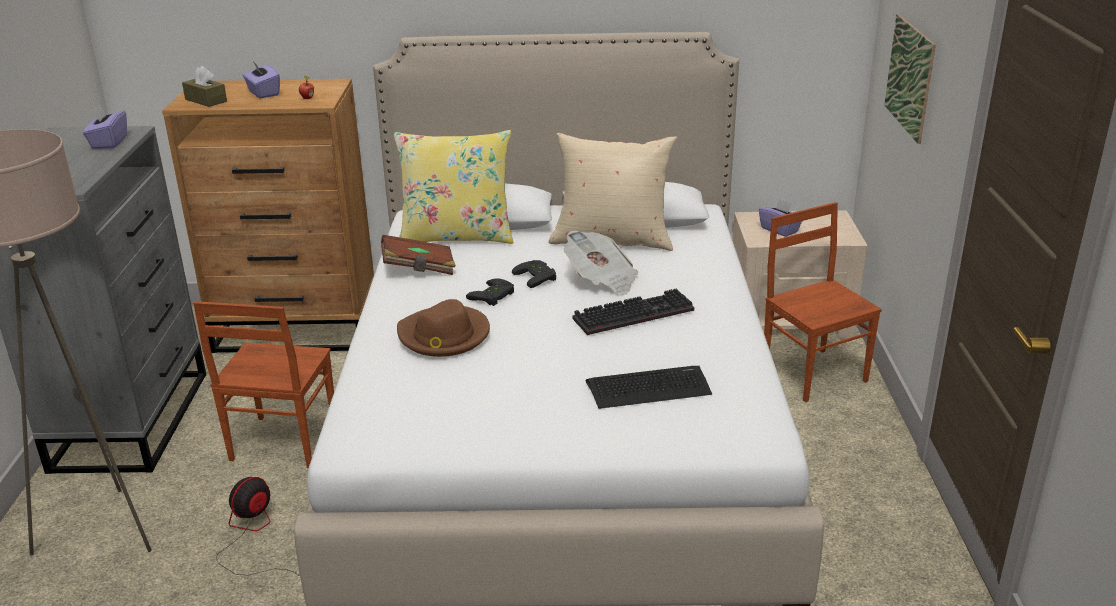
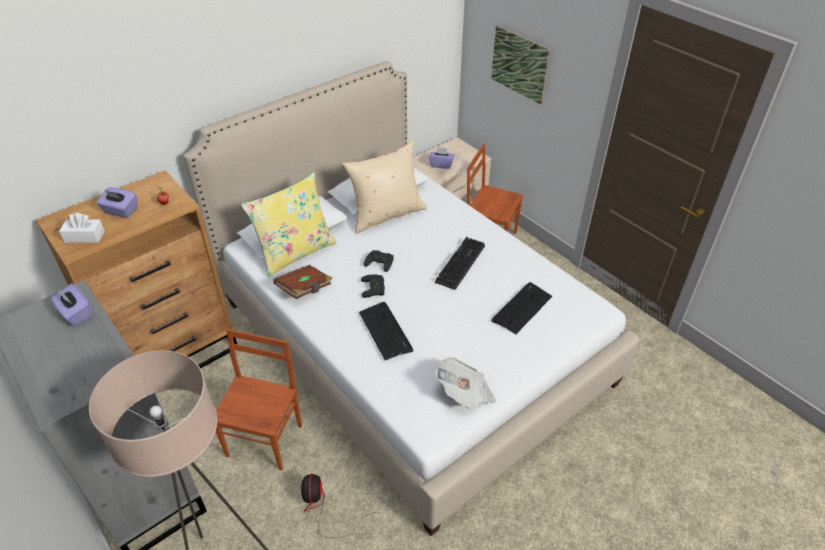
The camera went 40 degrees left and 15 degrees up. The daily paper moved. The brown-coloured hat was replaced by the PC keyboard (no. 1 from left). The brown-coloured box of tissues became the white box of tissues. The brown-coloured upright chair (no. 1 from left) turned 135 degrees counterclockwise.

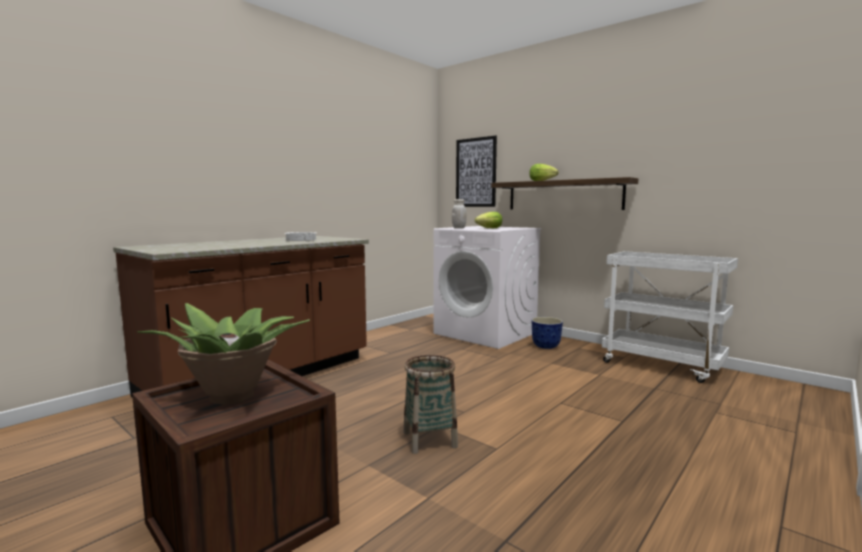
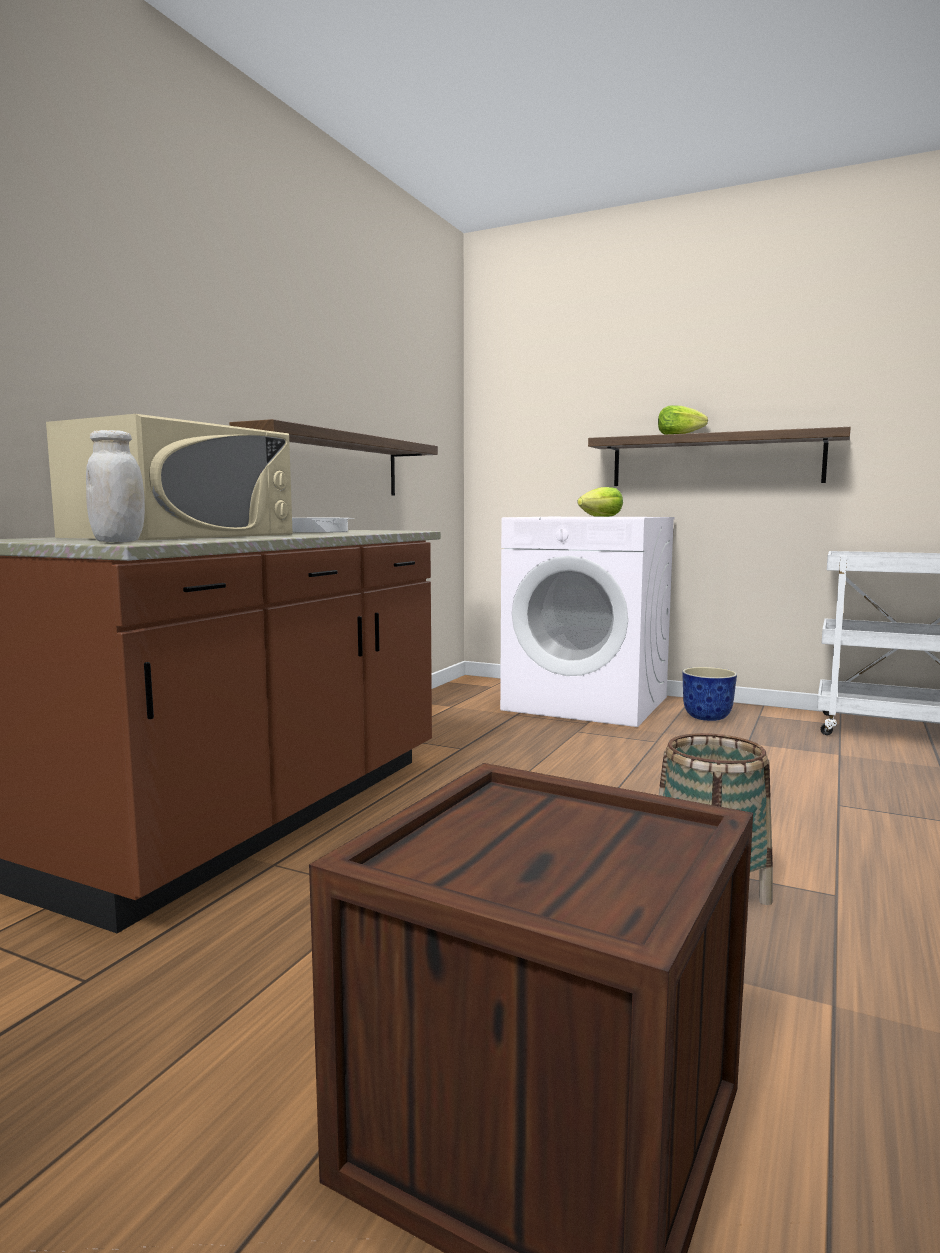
The camera went 15 degrees left and 0 degrees up. The plant in a pot disappeared. The wall art disappeared. The sand-coloured microwave oven appeared. The bracket shelf (no. 1 from left) appeared. The white preserve jar moved.

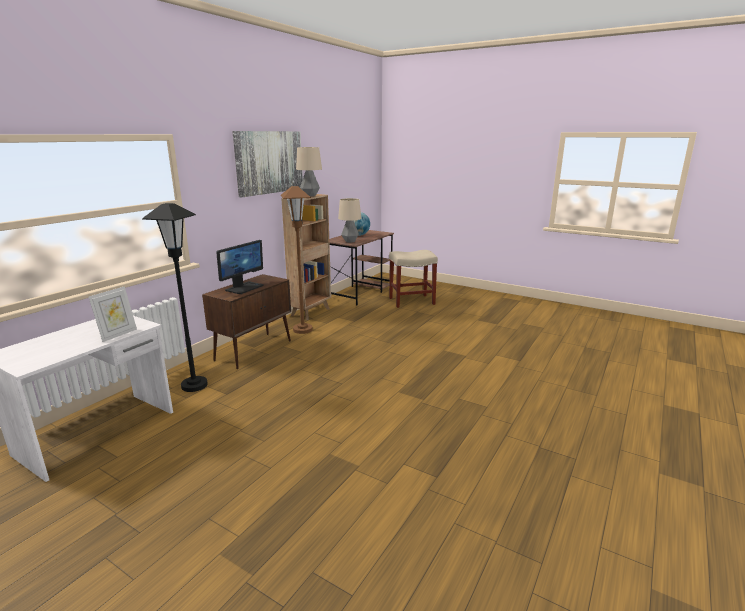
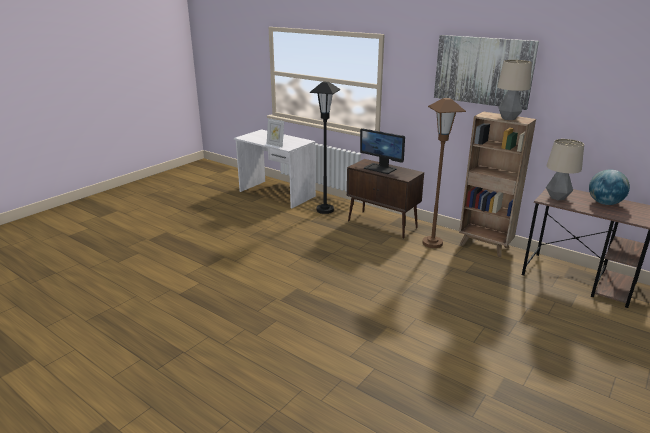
The camera went 95 degrees right and 5 degrees up. The sand-coloured sitting stool disappeared.

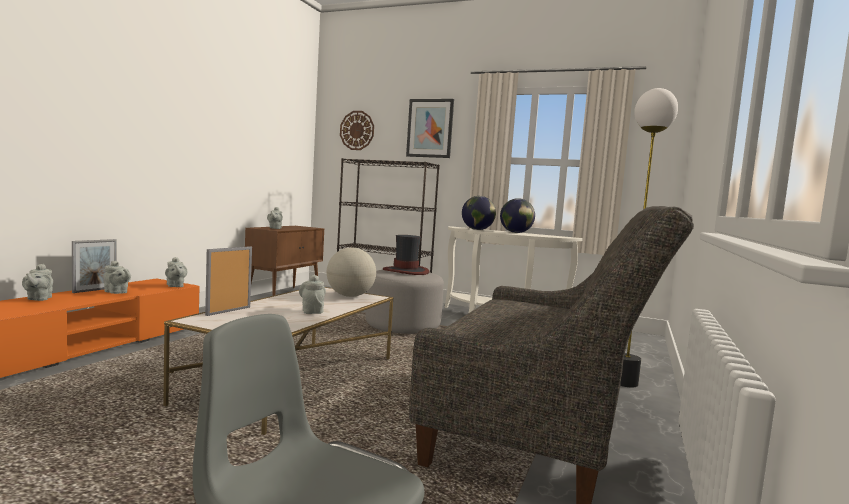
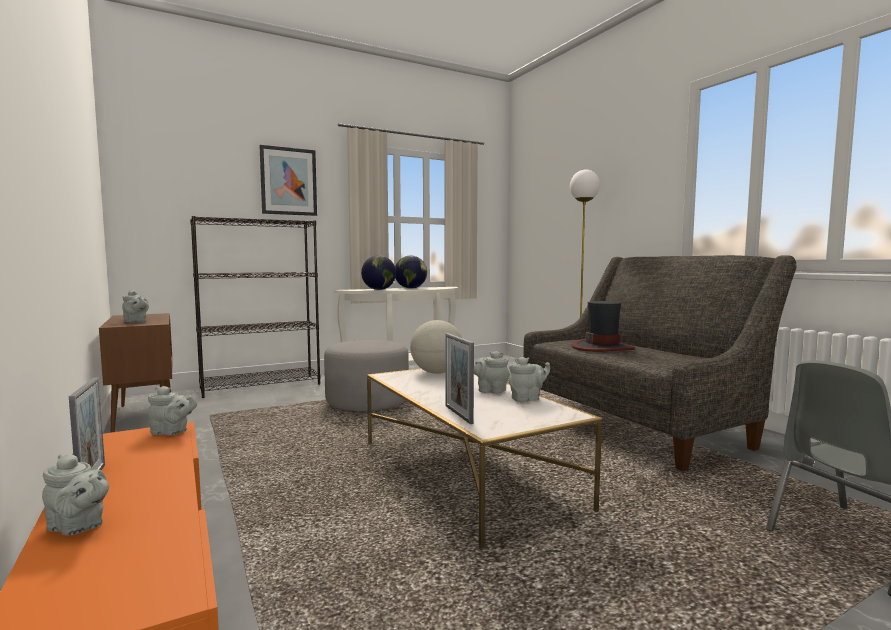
The camera went 50 degrees left and 0 degrees up. The hanging clock disappeared. The greyish tea pot (no. 2 from left in the first image) moved. The hat moved.

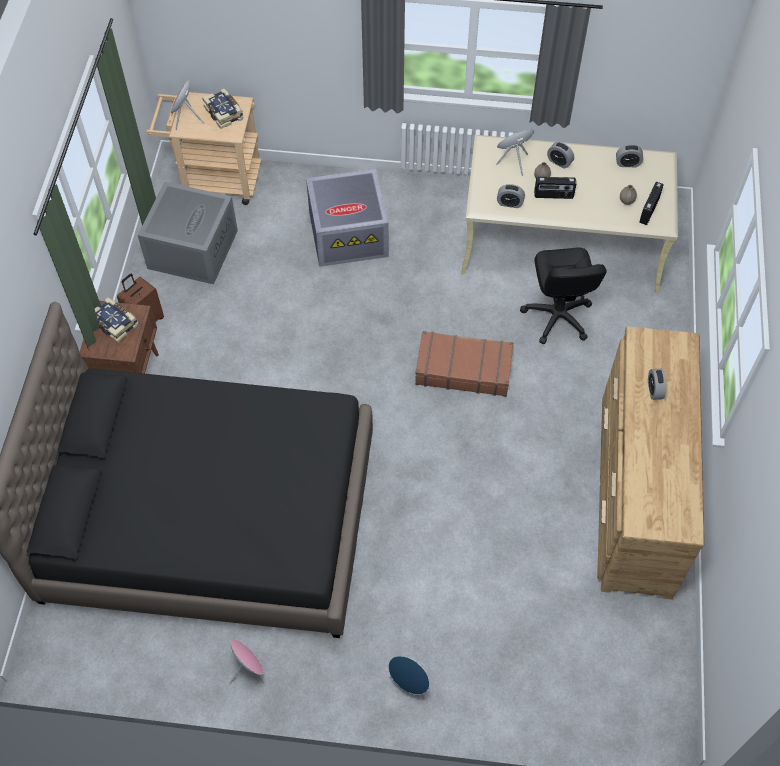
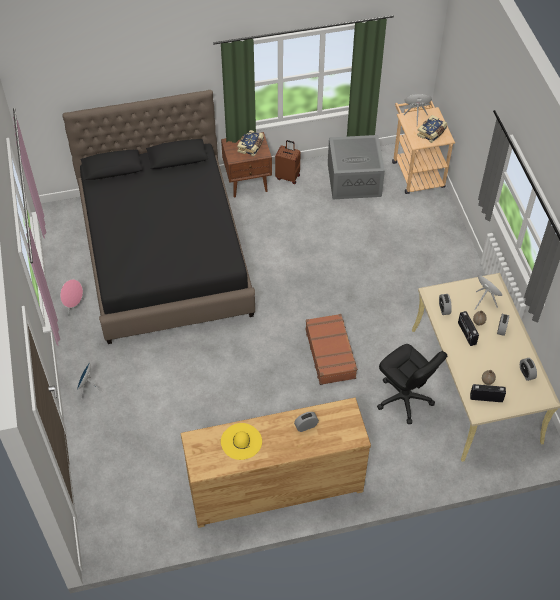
The camera went 70 degrees right and 5 degrees down. The greyish storage box (no. 2 from left) disappeared. The yellow hat appeared. The blackish desk chair turned 105 degrees counterclockwise.

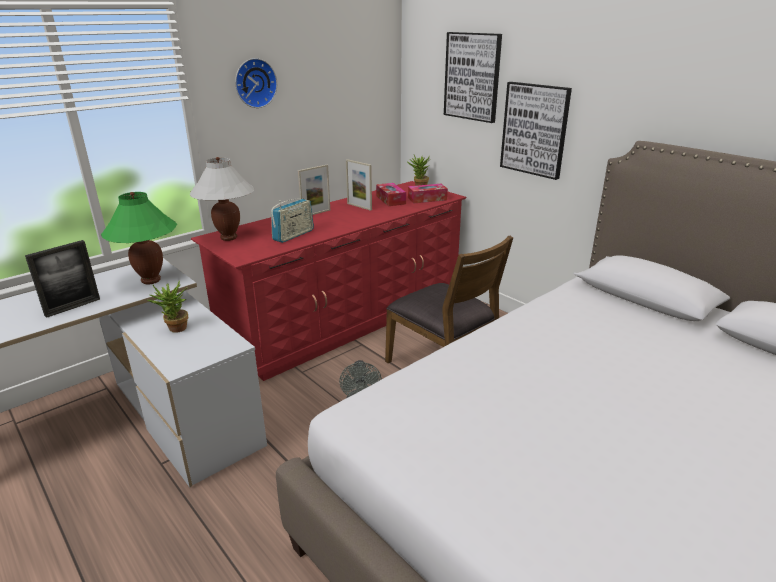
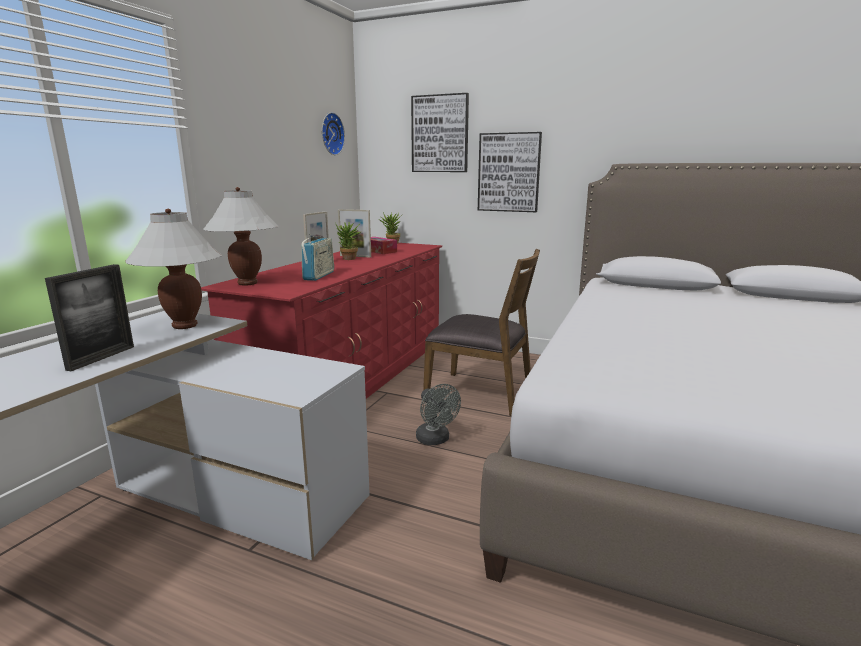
The camera went 25 degrees left and 10 degrees down. The box of tissues (no. 2 from left) disappeared. The plant in a pot (no. 1 from left) moved. The hanging clock moved. The green table lamp became the white table lamp (no. 1 from left).

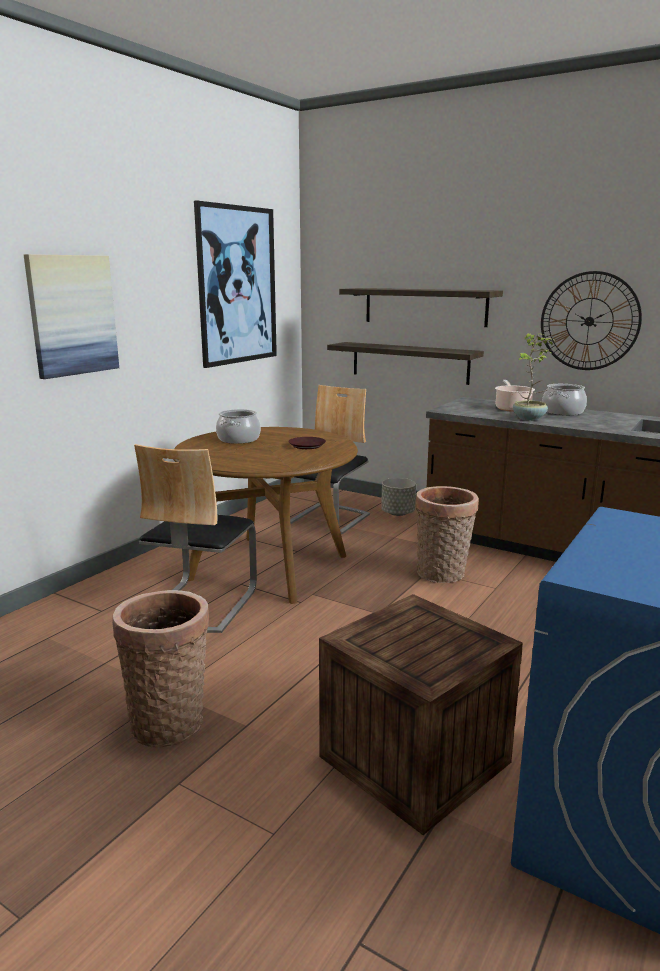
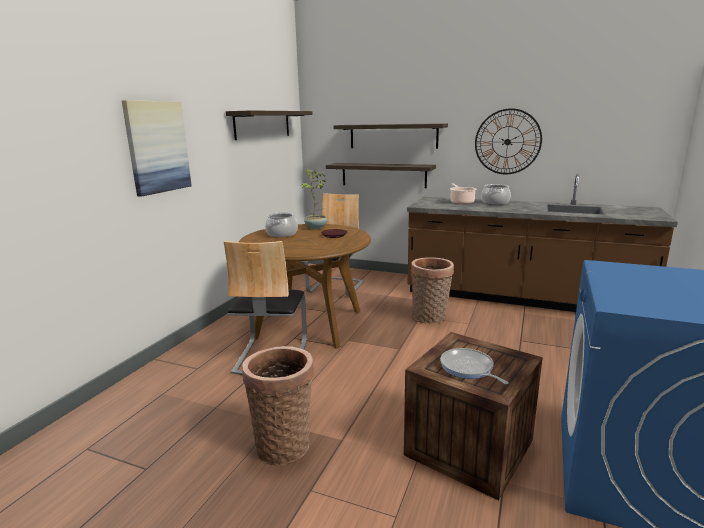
The camera went 10 degrees left and 0 degrees up. The greyish flower pot disappeared. The skillet appeared. The plant in a pot moved. The wall art (no. 2 from left) was replaced by the bracket shelf (no. 1 from left).

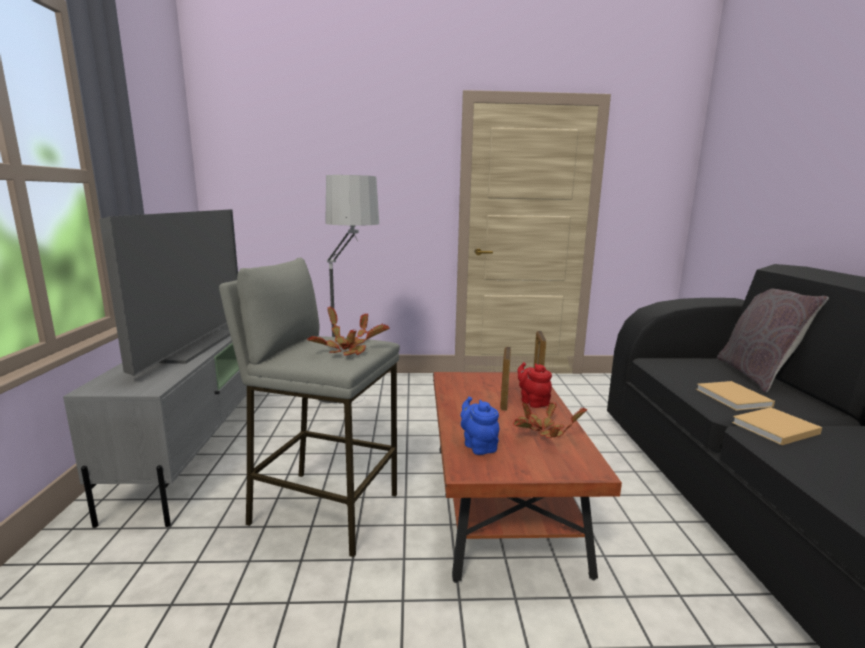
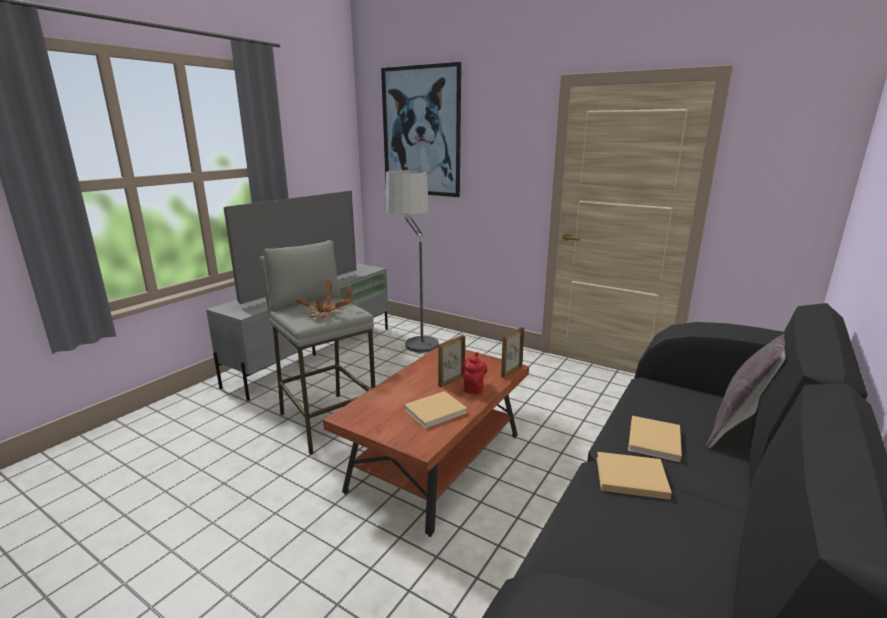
The camera went 35 degrees right and 5 degrees up. The blue-coloured tea pot disappeared. The wall art appeared. The plant in a pot (no. 2 from left) was replaced by the sand-coloured volume (no. 1 from left).

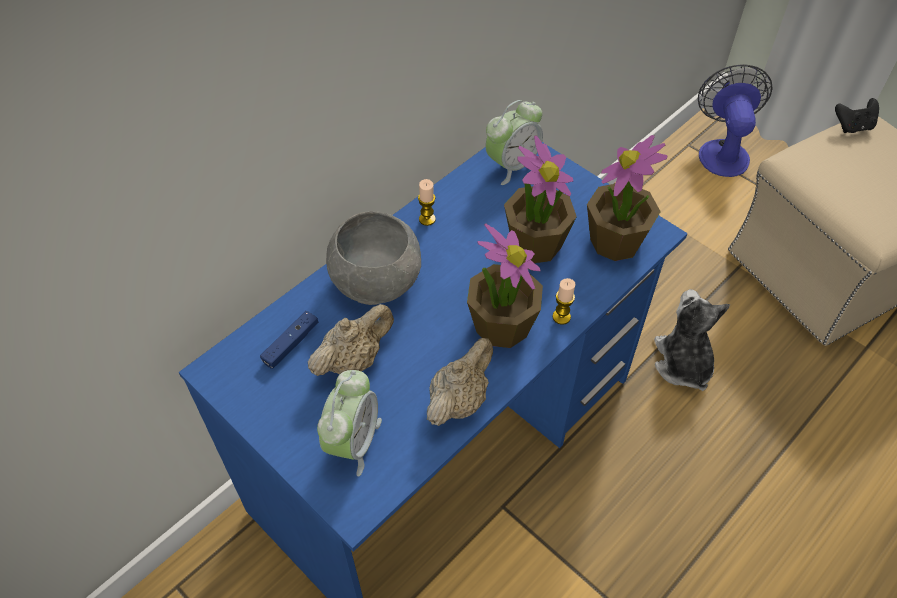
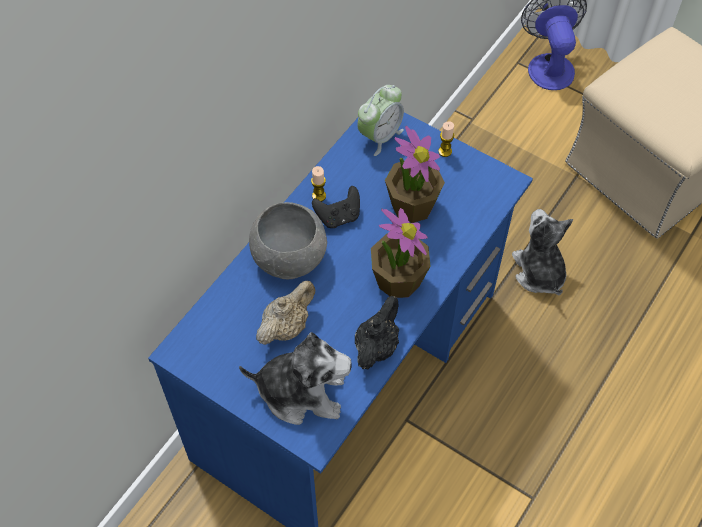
The camera went 10 degrees left and 5 degrees up. The blue-coloured game controller disappeared. The plant in a pot (no. 3 from left) disappeared. The wax light (no. 2 from left) moved. The blackish game controller moved. The alarm clock (no. 1 from left) was replaced by the soft toy (no. 1 from left). The sand-coloured tea pot (no. 2 from left) became the blackish tea pot.

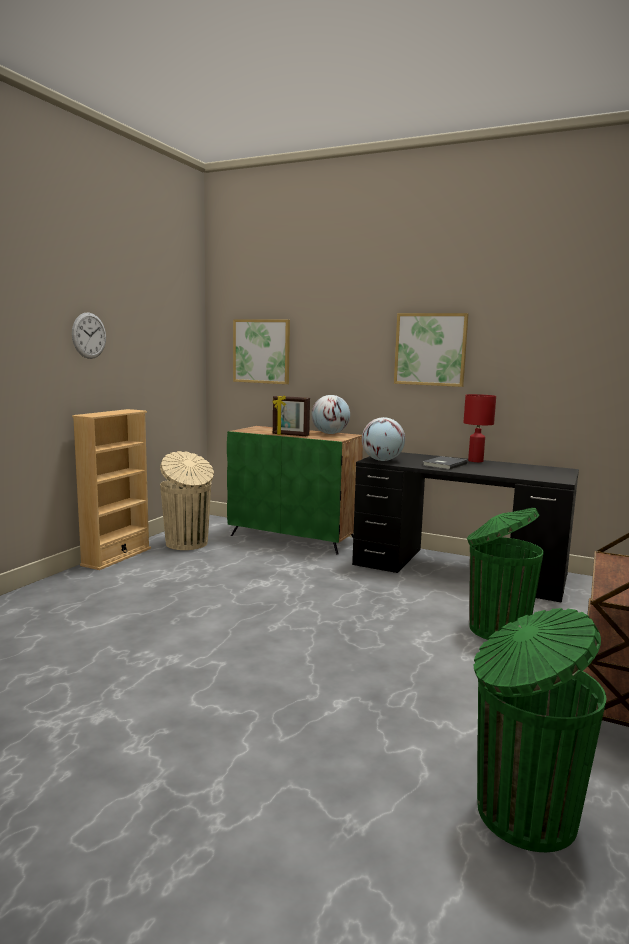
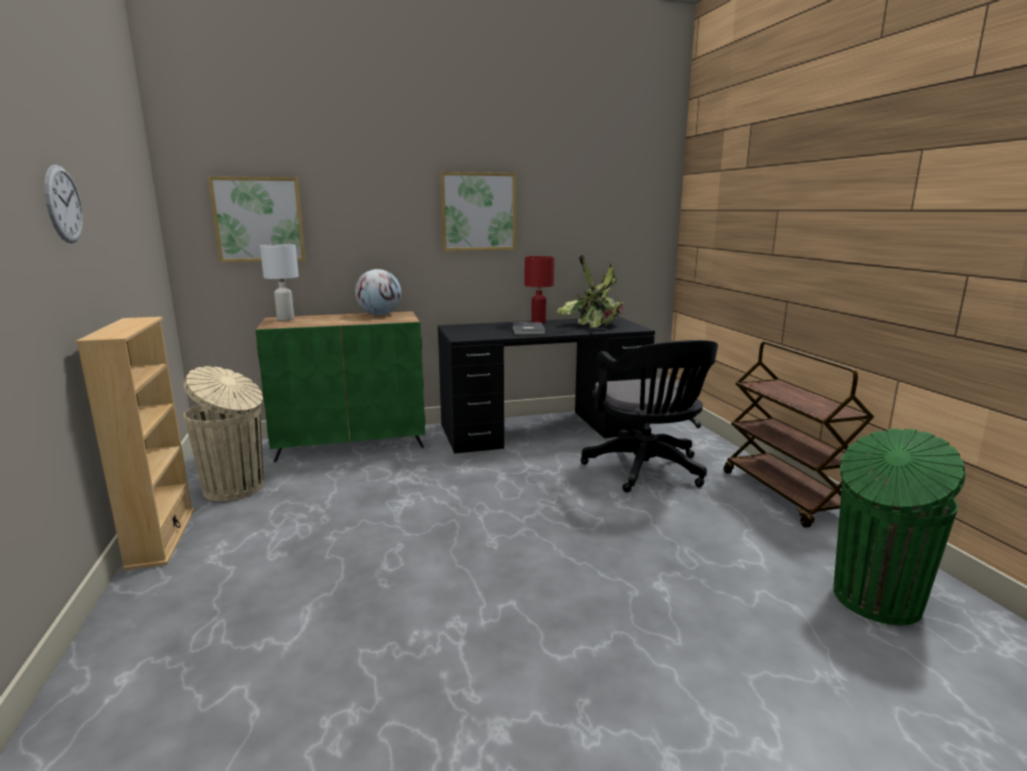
The camera went 40 degrees left and 5 degrees up. The picture frame disappeared. The globe (no. 2 from left) disappeared. The white table lamp appeared. The plant in a pot appeared. The green waste bin (no. 1 from left) was replaced by the blackish desk chair.

